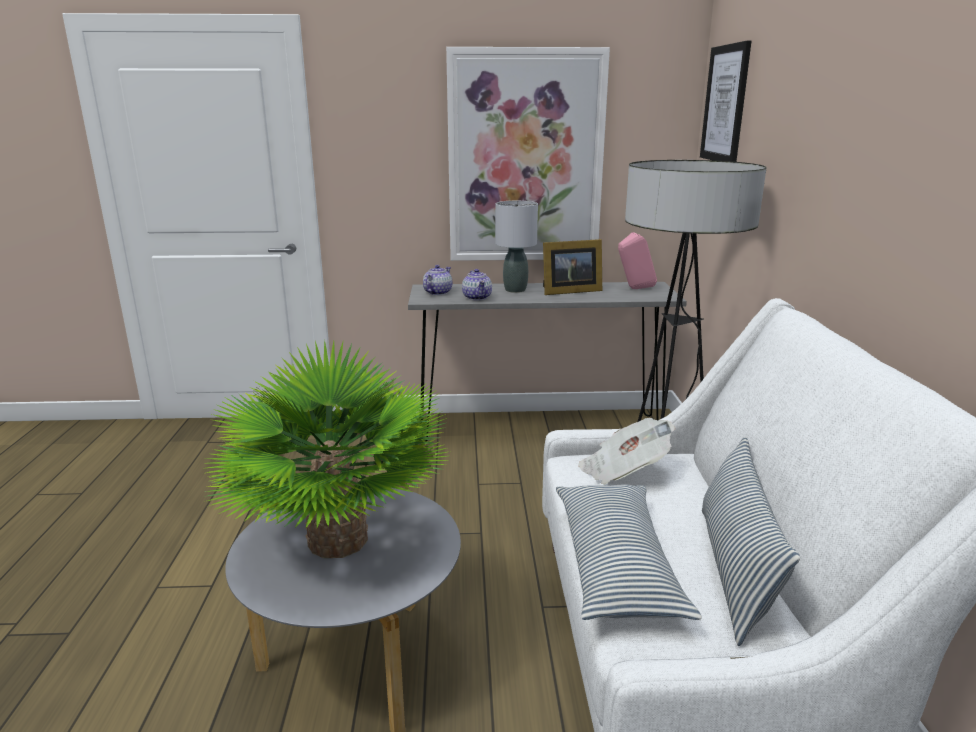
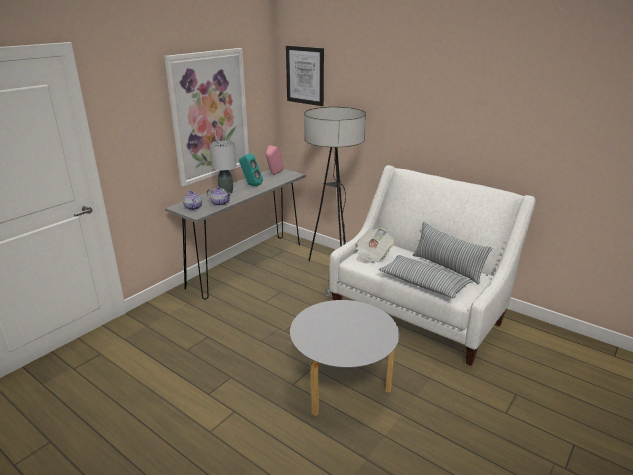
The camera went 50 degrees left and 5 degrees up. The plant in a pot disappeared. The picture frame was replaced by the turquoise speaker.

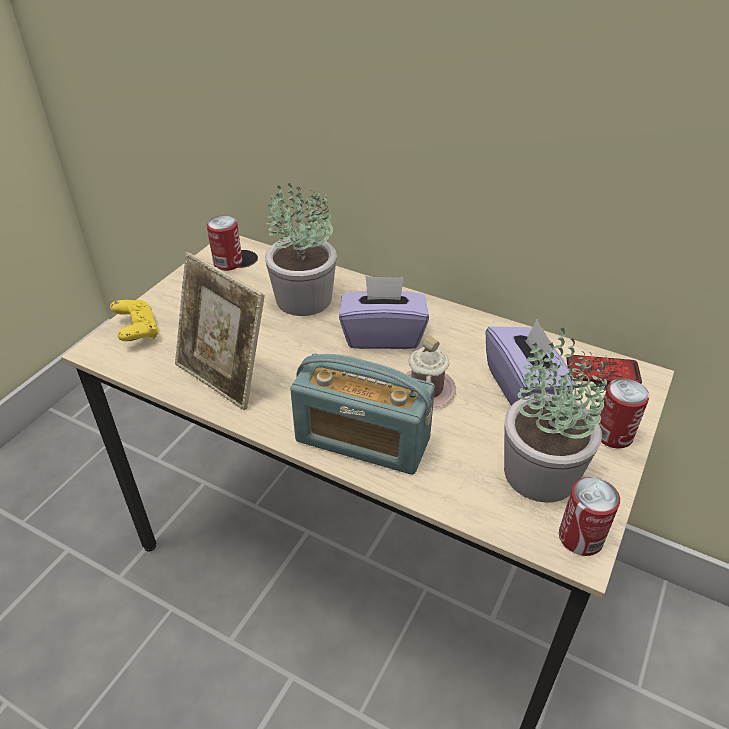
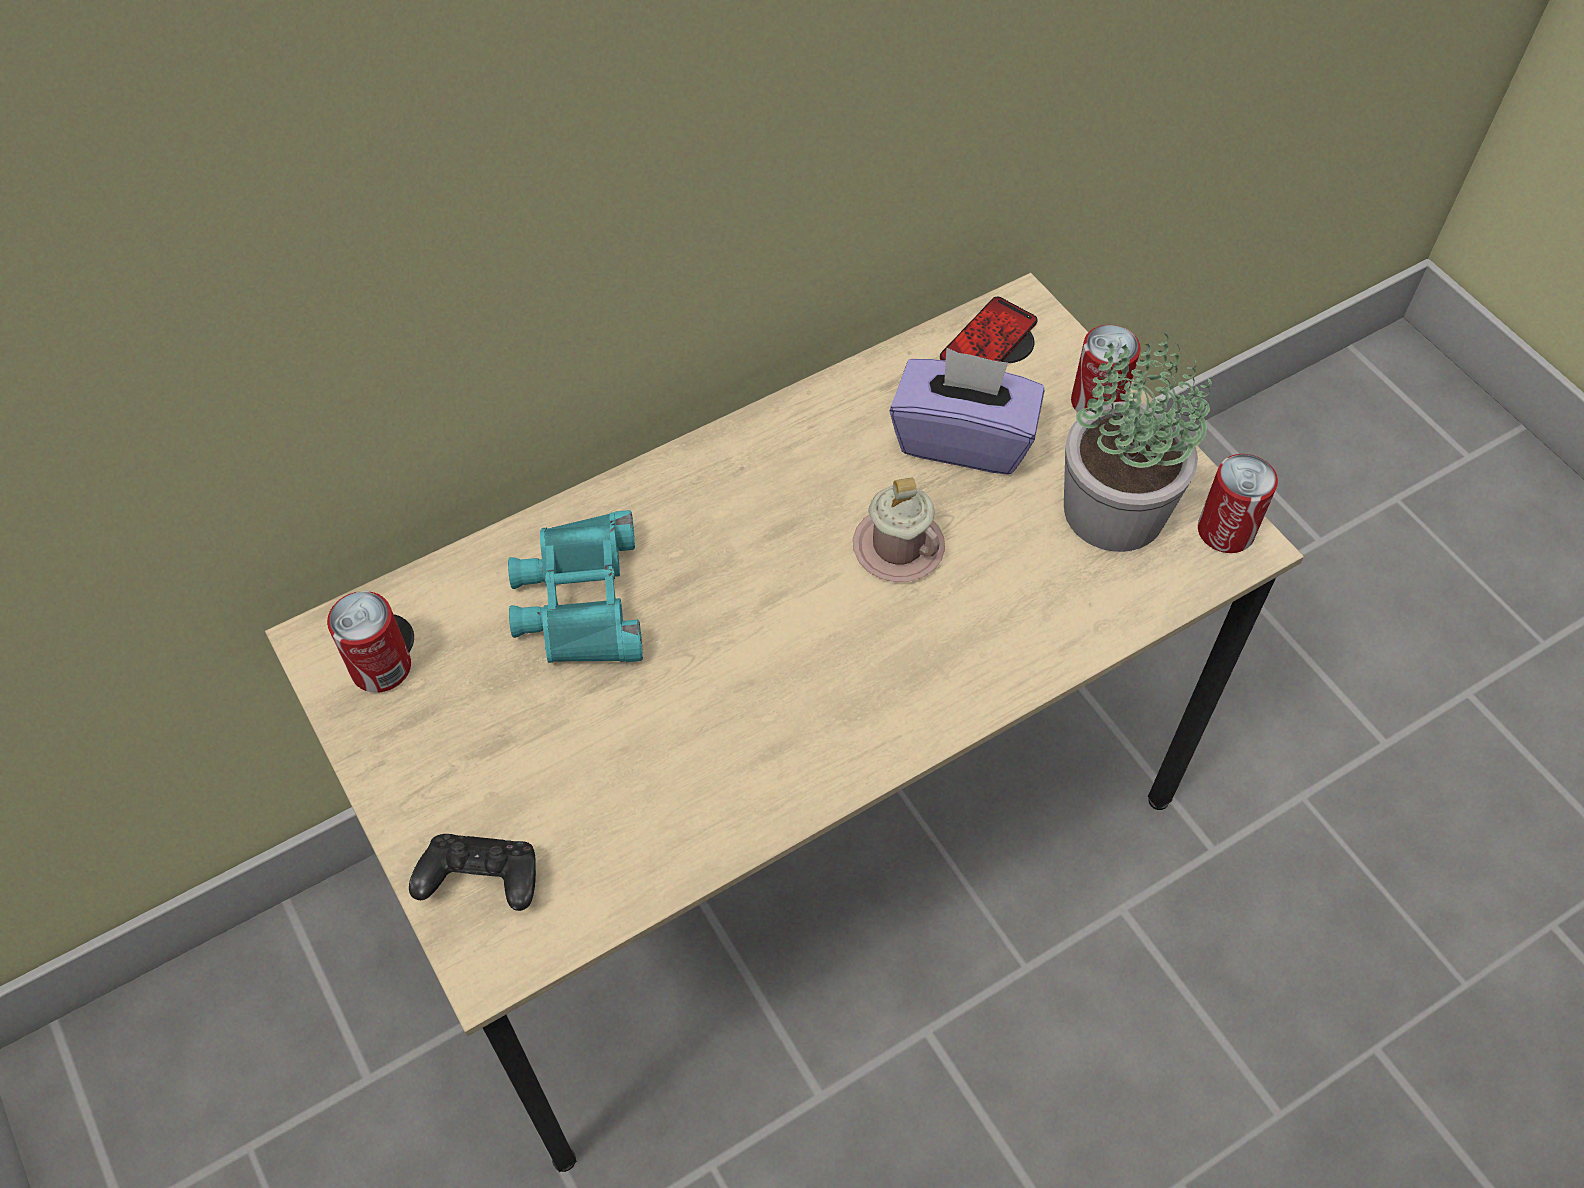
The camera went 60 degrees left and 15 degrees up. The picture frame disappeared. The radio receiver disappeared. The purplish box of tissues (no. 1 from left) disappeared. The plant in a pot (no. 1 from left) was replaced by the turquoise binoculars. The yellow game controller became the blackish game controller.

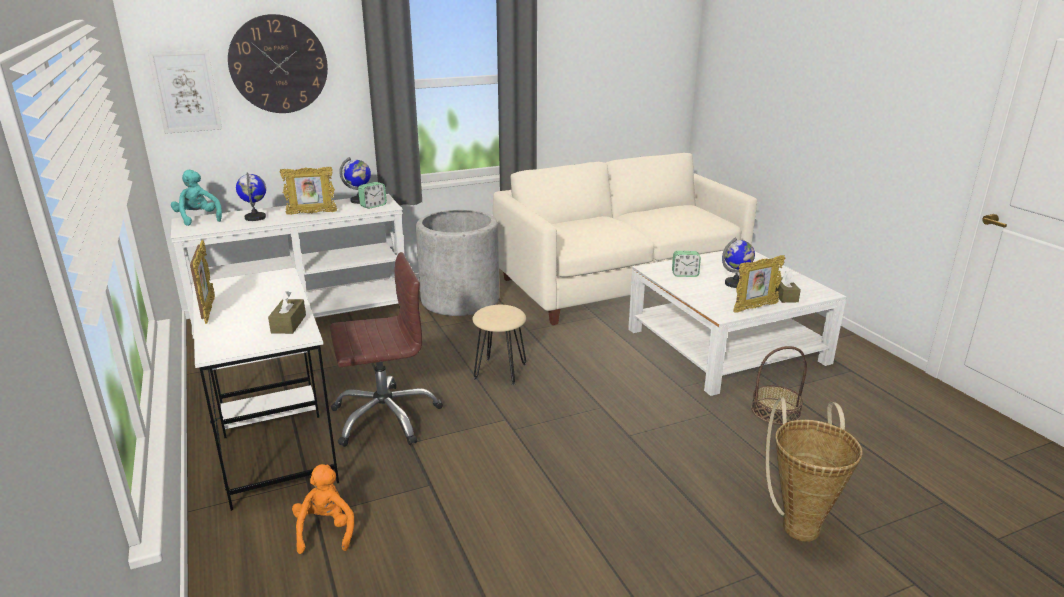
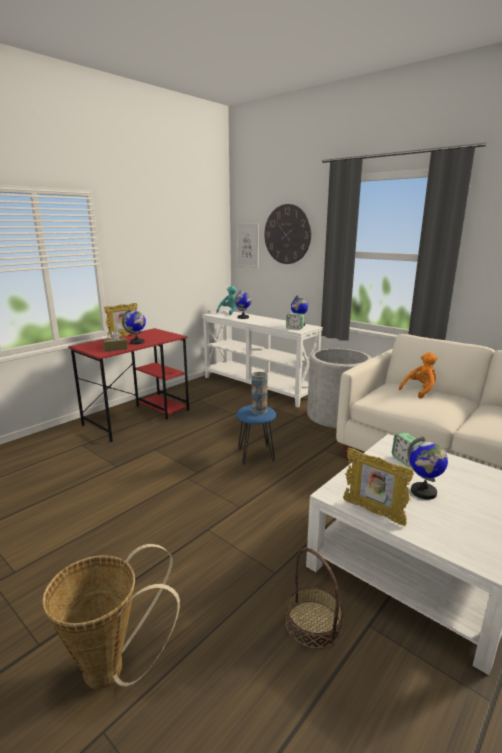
The camera went 65 degrees right and 5 degrees down. The picture frame (no. 2 from left) disappeared. The brown-coloured desk chair disappeared. The brown-coloured box of tissues (no. 2 from left) disappeared. The globe (no. 1 from left) appeared. The decorative vase appeared. The orange-coloured soft toy moved. The white desk table became the reddish desk table. The sand-coloured sitting stool became the blue-coloured sitting stool.

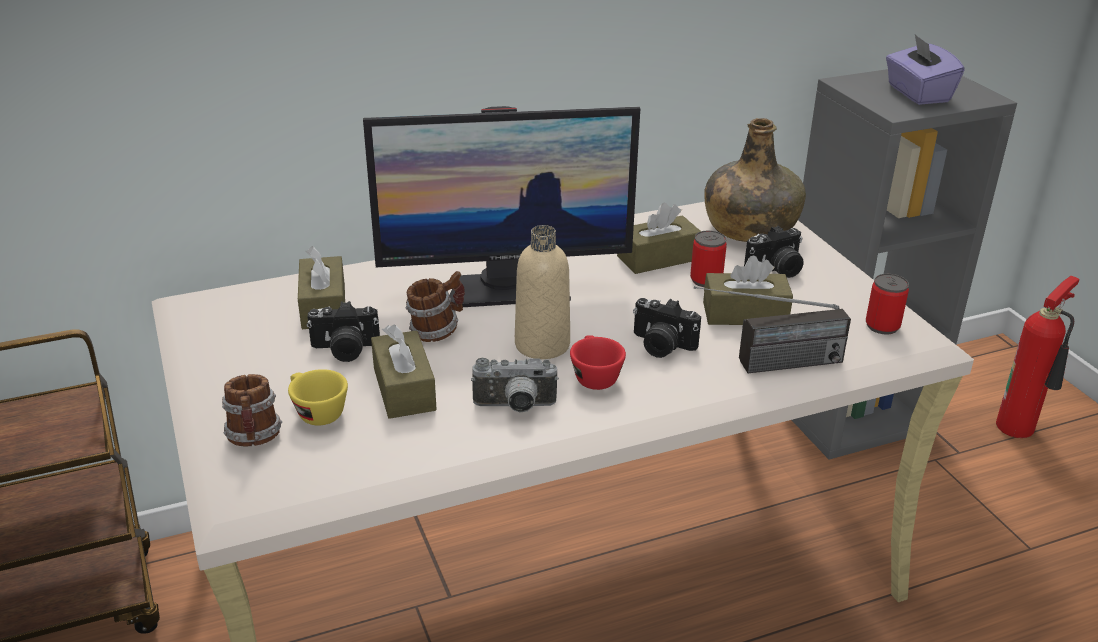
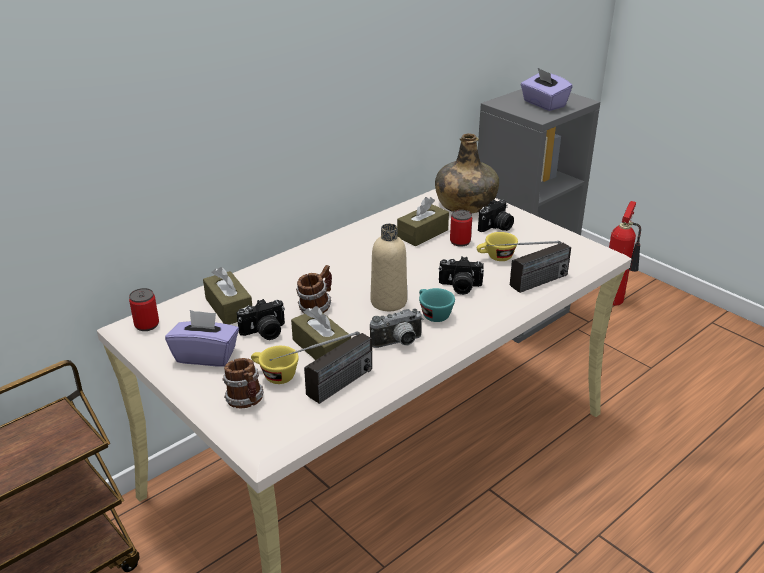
The camera went 20 degrees left and 0 degrees up. The monitor disappeared. The purplish box of tissues (no. 1 from left) appeared. The radio receiver (no. 1 from left) appeared. The can (no. 2 from left in the first image) moved. The brown-coloured box of tissues (no. 4 from left) was replaced by the yellow small cup (no. 2 from left). The reddish small cup became the turquoise small cup.

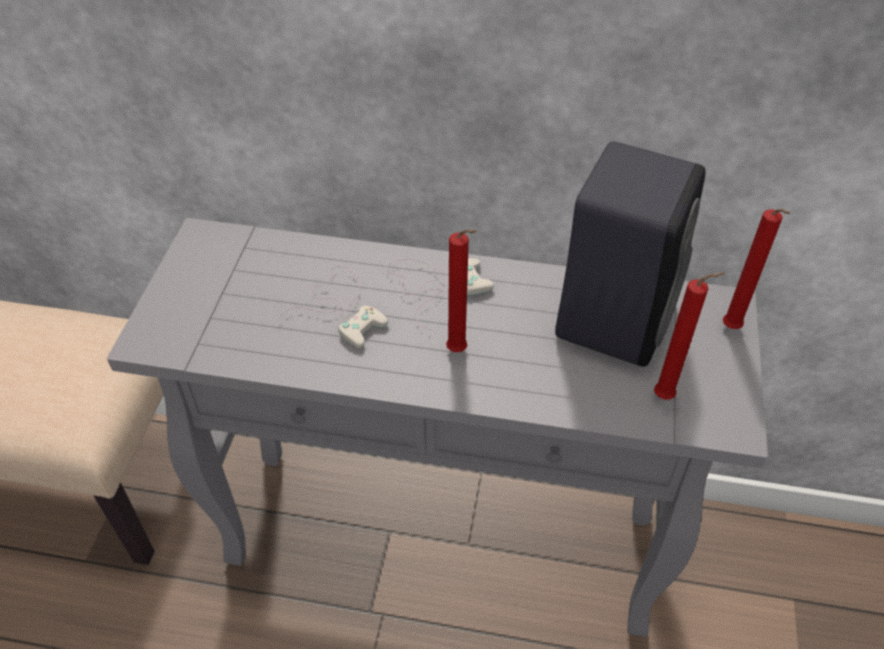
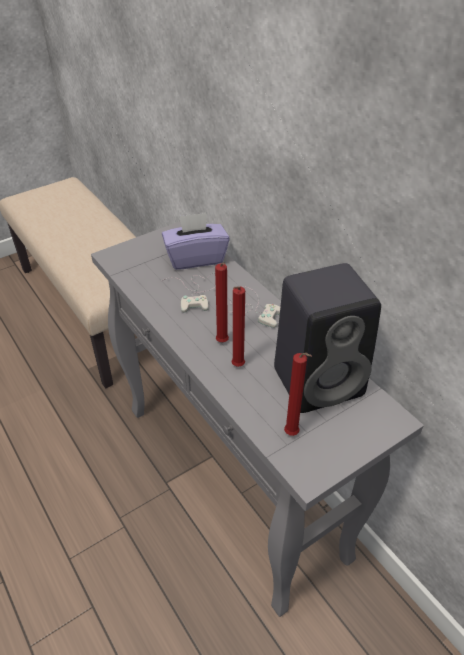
The camera went 45 degrees right and 5 degrees down. The purplish box of tissues appeared. The reddish wax light (no. 3 from left in the first image) moved.

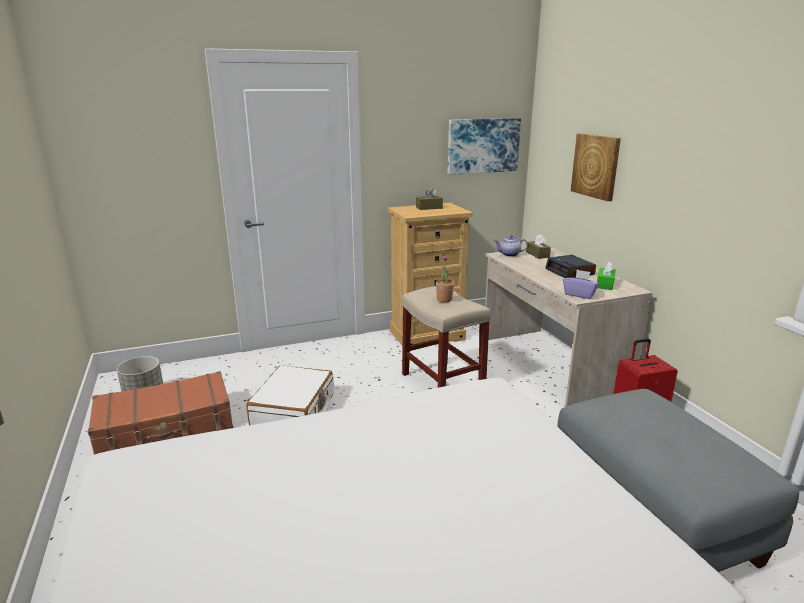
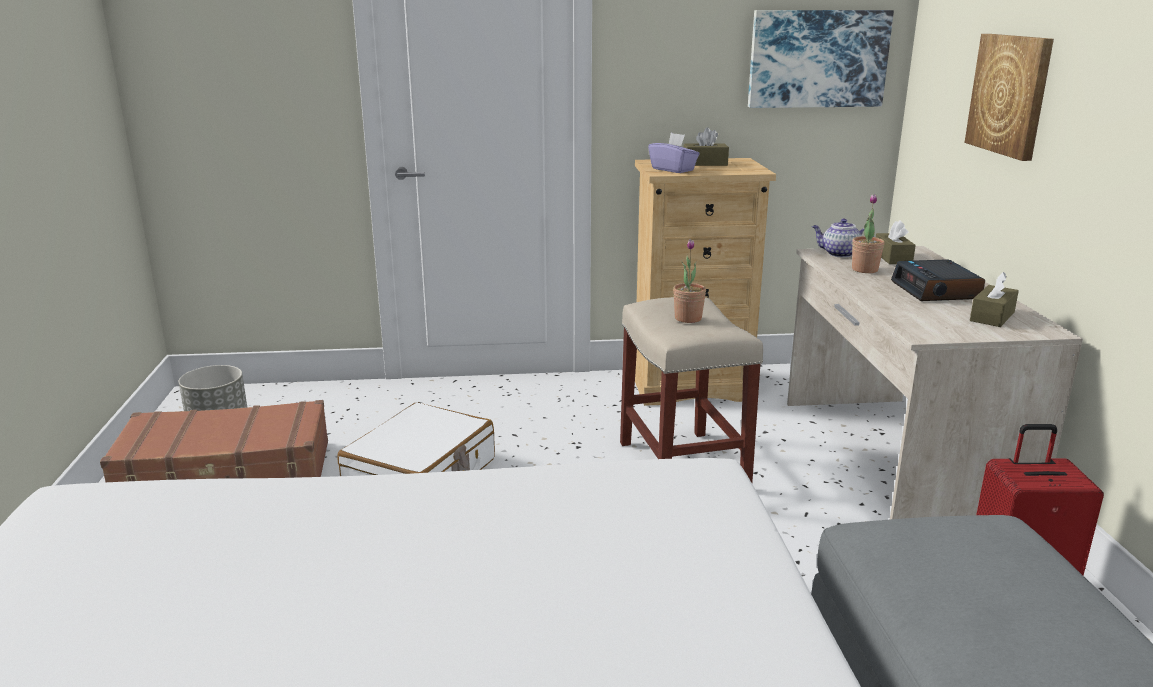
The camera went 15 degrees right and 0 degrees up. The plant in a pot (no. 2 from left) appeared. The purplish box of tissues moved. The green box of tissues became the brown-coloured box of tissues (no. 3 from left).

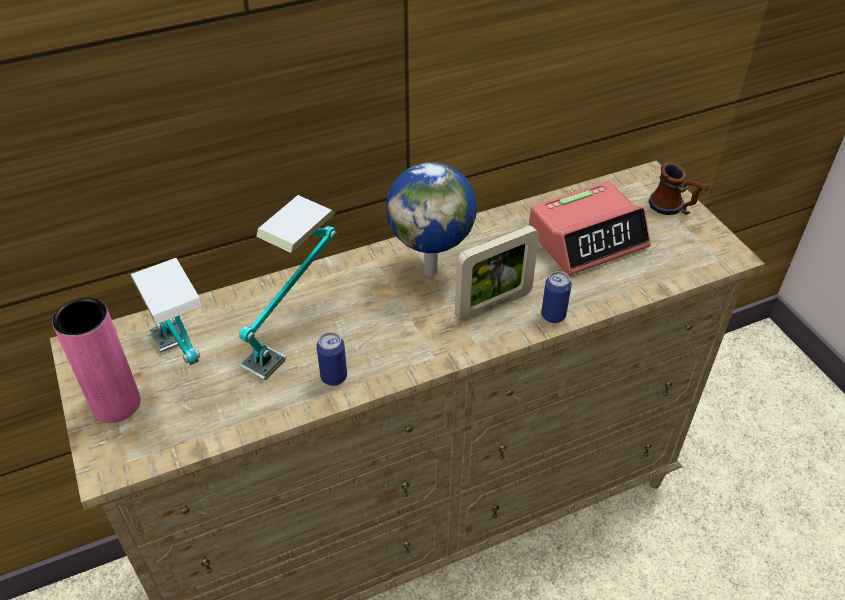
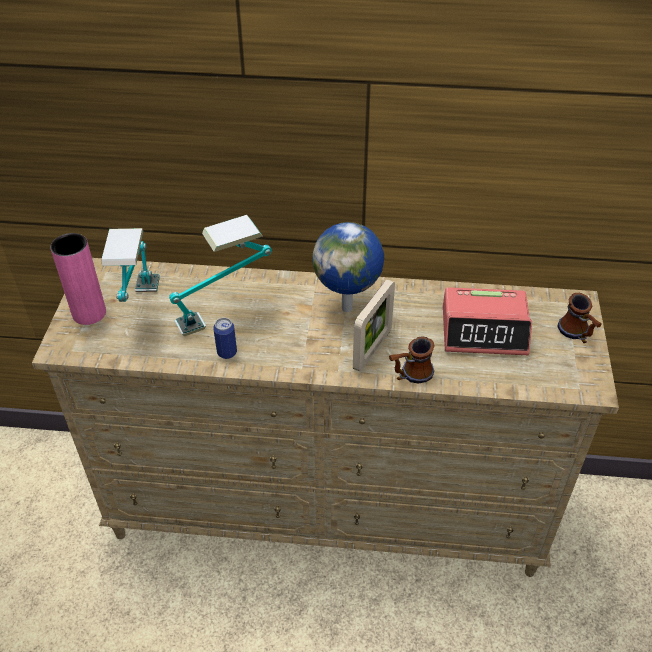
The camera went 30 degrees right and 0 degrees up. The can (no. 2 from left) was replaced by the mug (no. 1 from left). The picture frame turned 60 degrees counterclockwise.

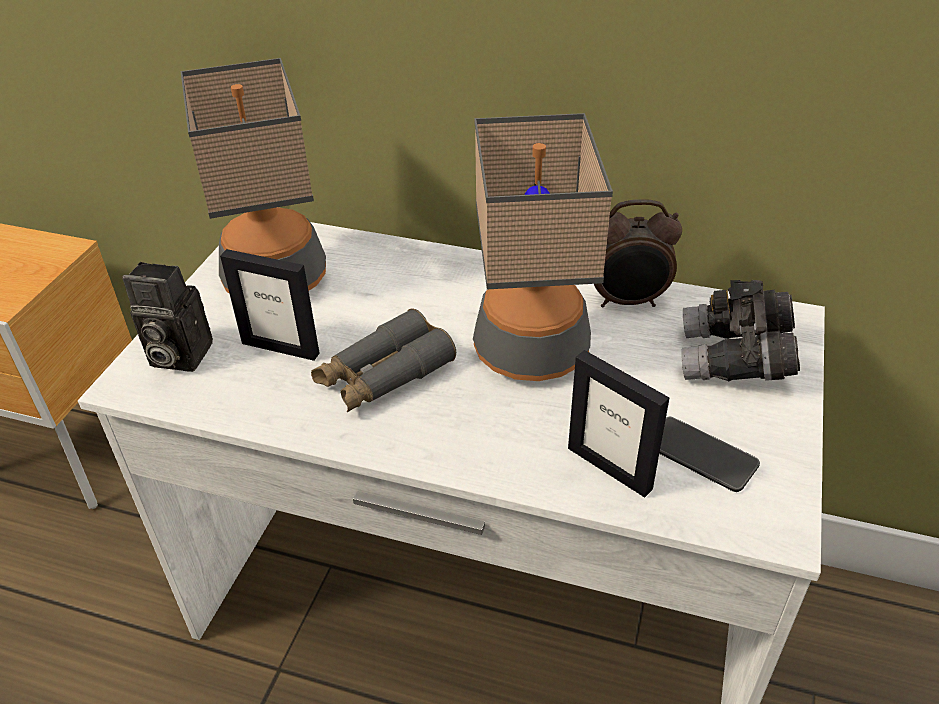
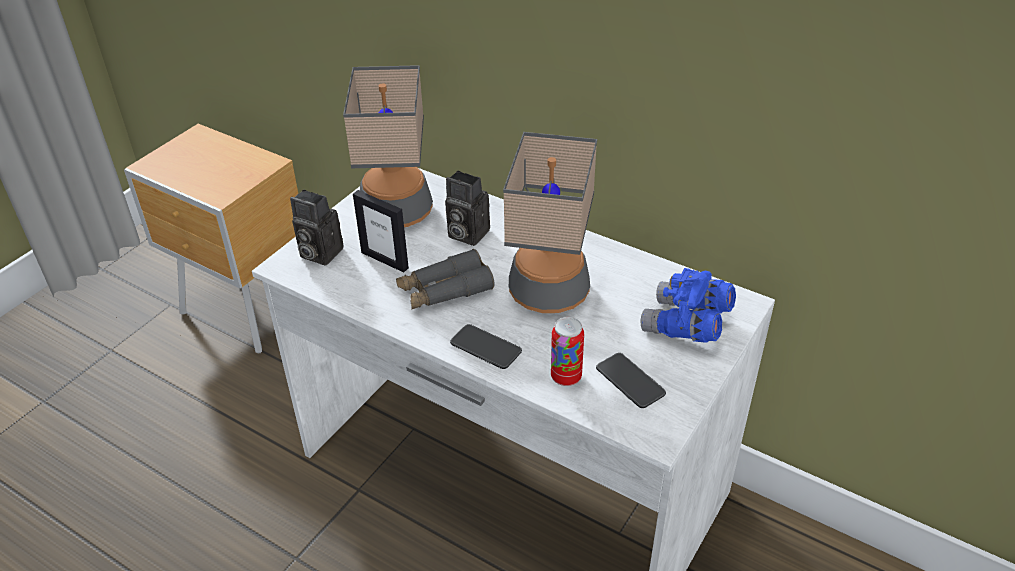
The camera went 15 degrees right and 0 degrees up. The alarm clock disappeared. The still camera (no. 2 from left) appeared. The telephone (no. 1 from left) appeared. The picture frame (no. 2 from left) was replaced by the can. The greyish binoculars (no. 2 from left) became the blue-coloured binoculars.

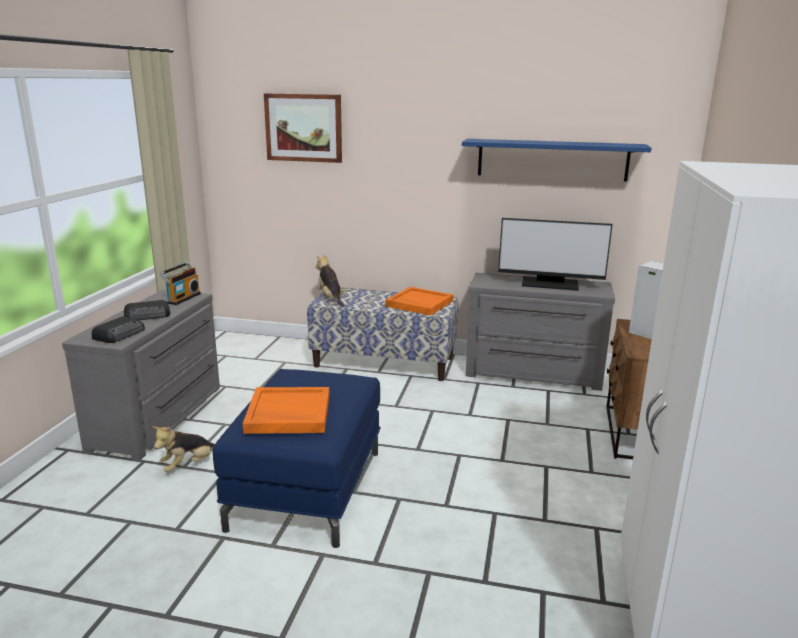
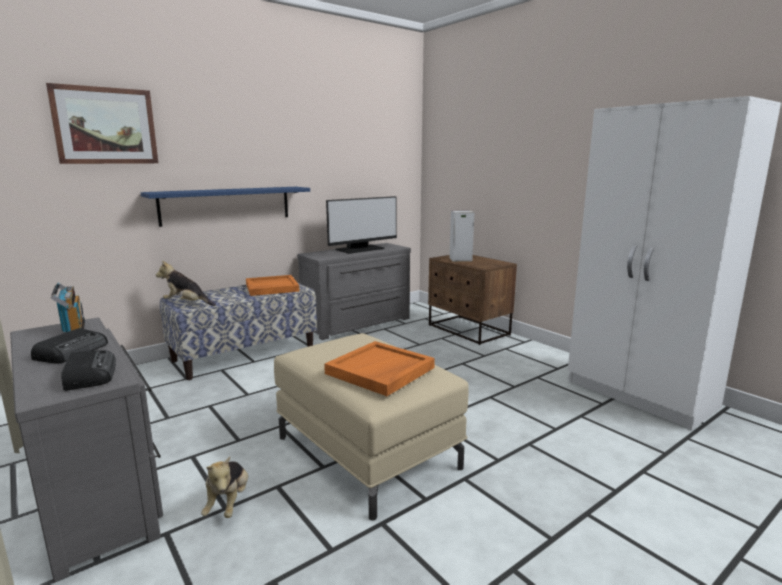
The camera went 50 degrees left and 5 degrees down. The blue-coloured bracket shelf moved. The blue-coloured pouffe became the sand-coloured pouffe.

